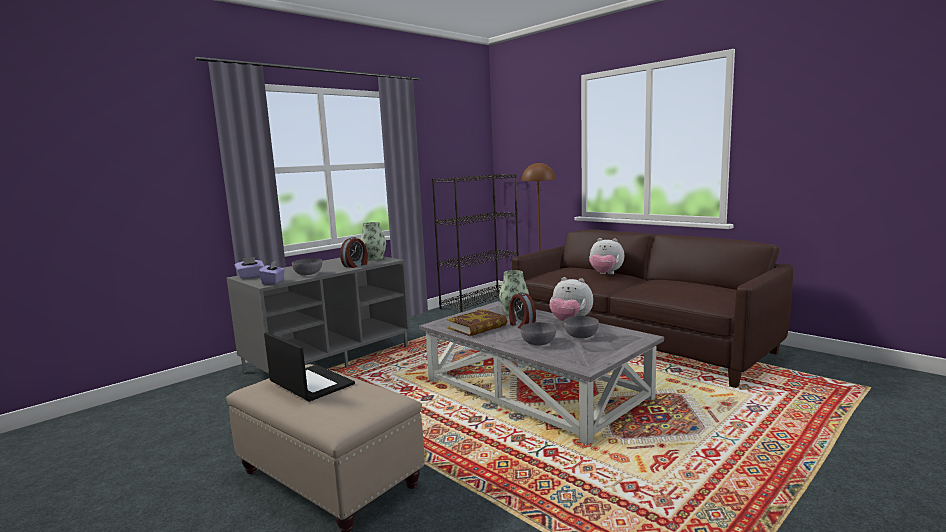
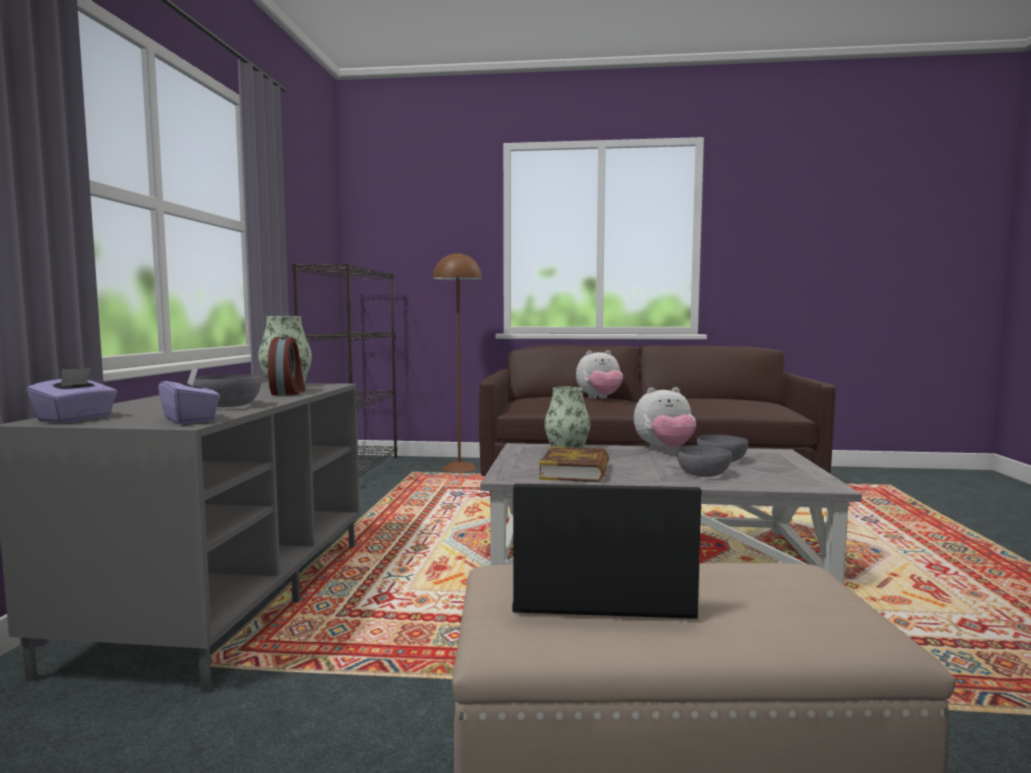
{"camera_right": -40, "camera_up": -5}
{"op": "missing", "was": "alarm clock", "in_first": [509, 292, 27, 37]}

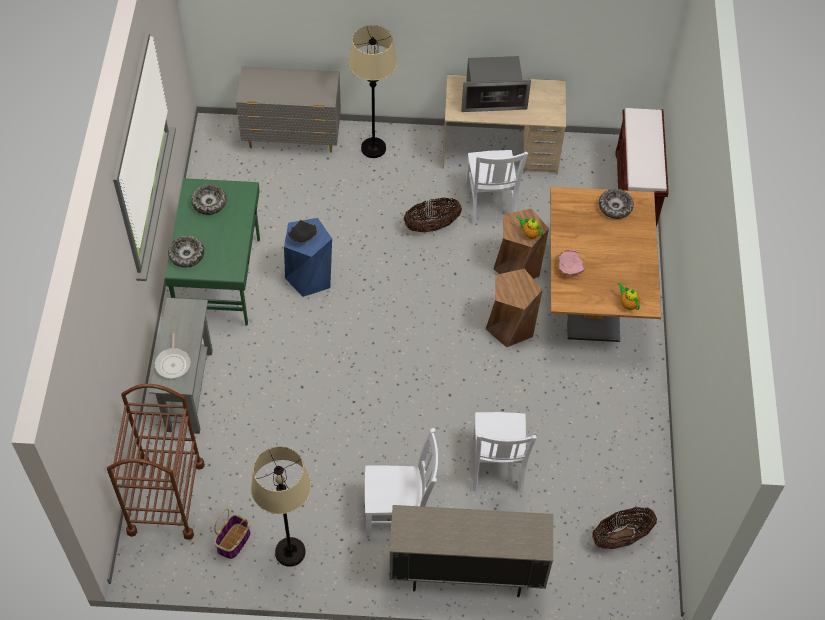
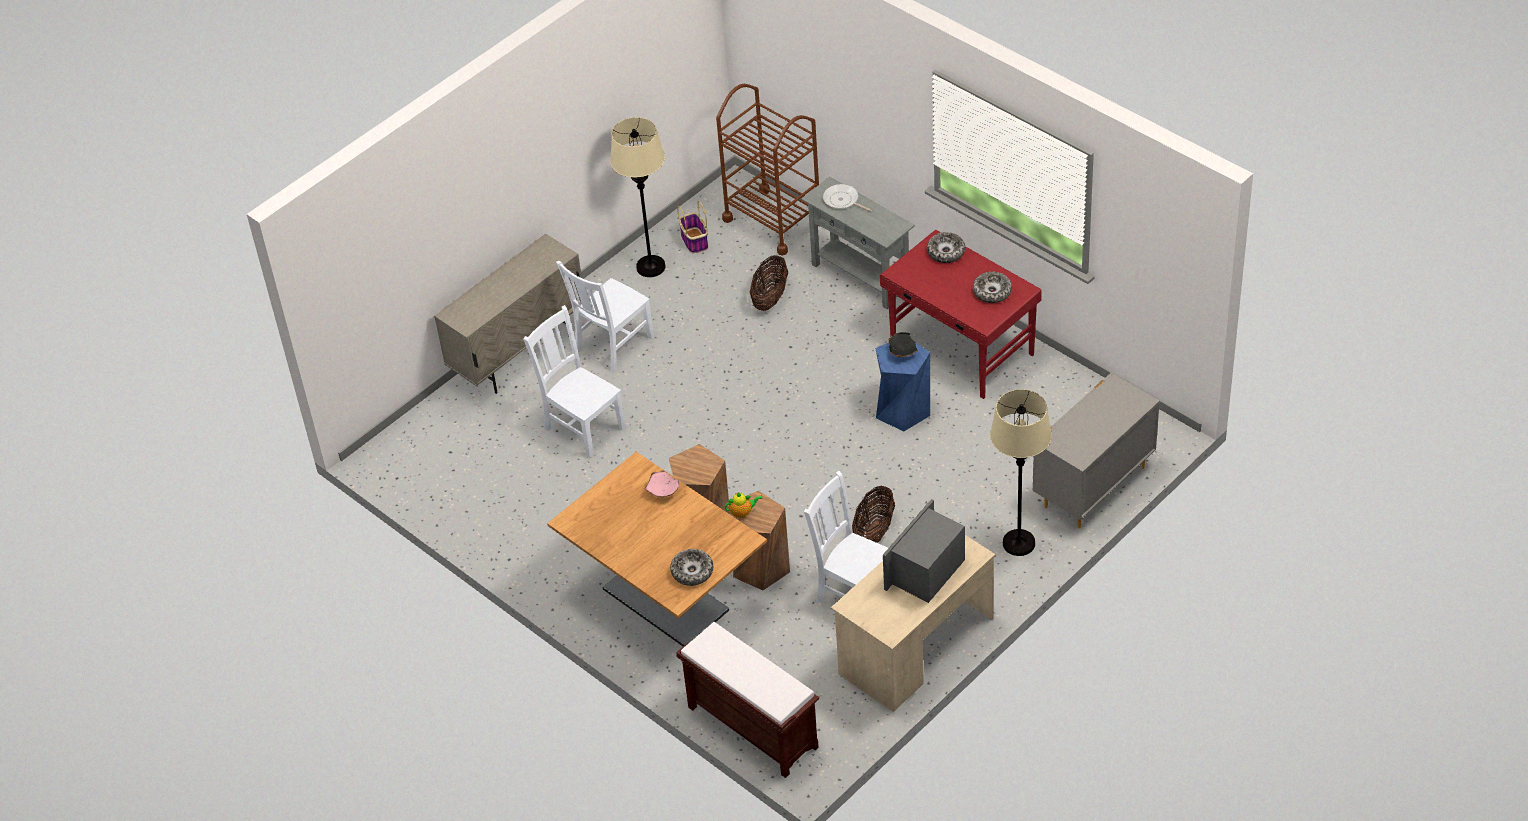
{"camera_right": 135, "camera_up": -10}
{"op": "relocated", "was": "household basket", "in_first": [592, 507, 65, 42], "in_second": [750, 255, 38, 56]}
{"op": "colour", "was": "desk unit (green)", "now": "desk unit (reddish)", "in_first": [165, 178, 95, 148], "in_second": [880, 230, 162, 169]}
{"op": "missing", "was": "teapot", "in_first": [618, 282, 22, 28]}

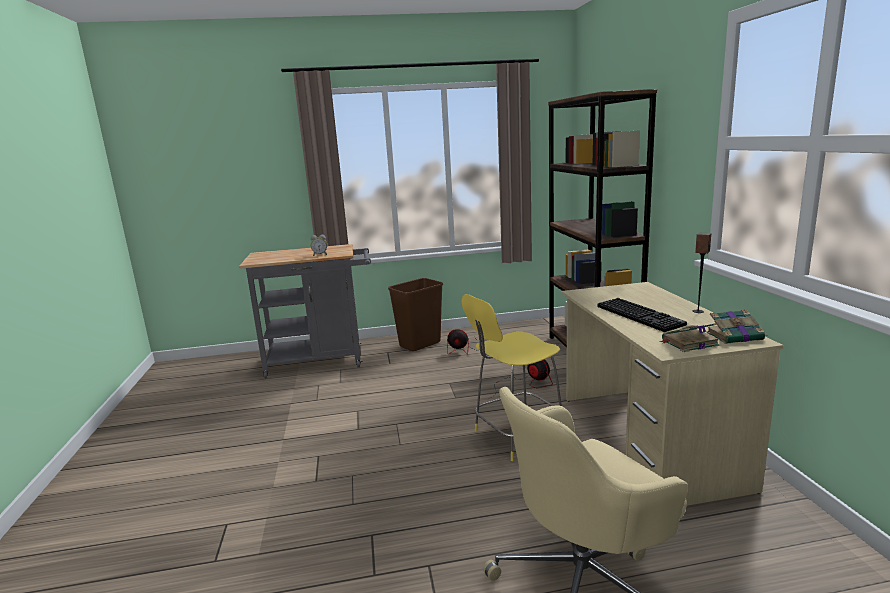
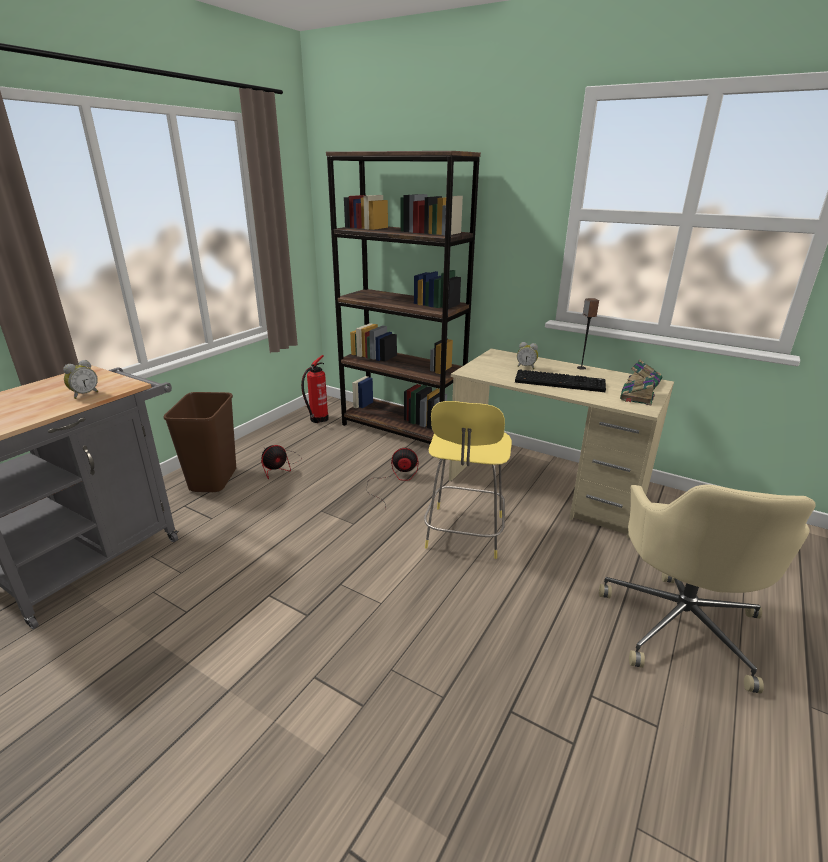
{"camera_right": -50, "camera_up": 10}
{"op": "appeared", "now": "fire extinguisher", "in_second": [301, 355, 28, 68]}
{"op": "appeared", "now": "alarm clock", "in_second": [517, 342, 21, 27]}

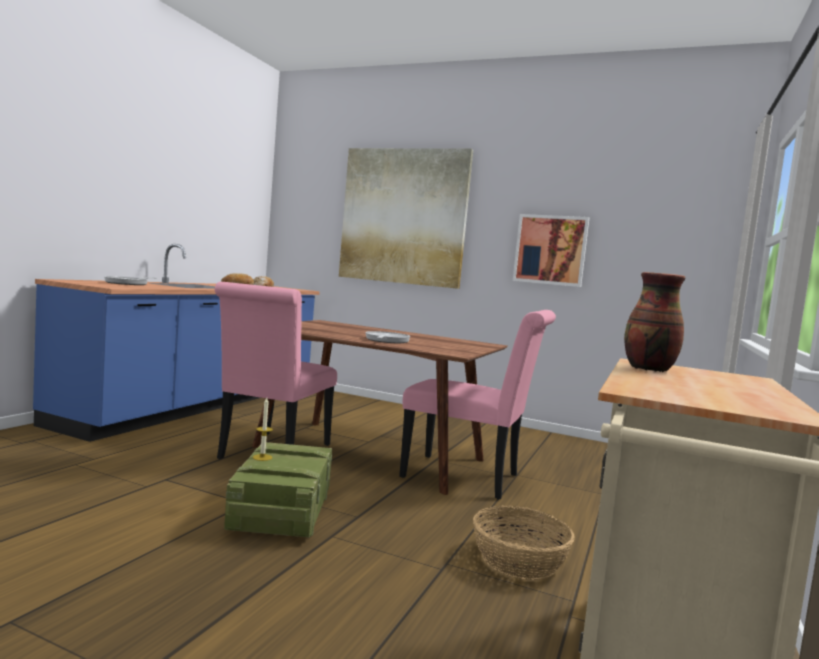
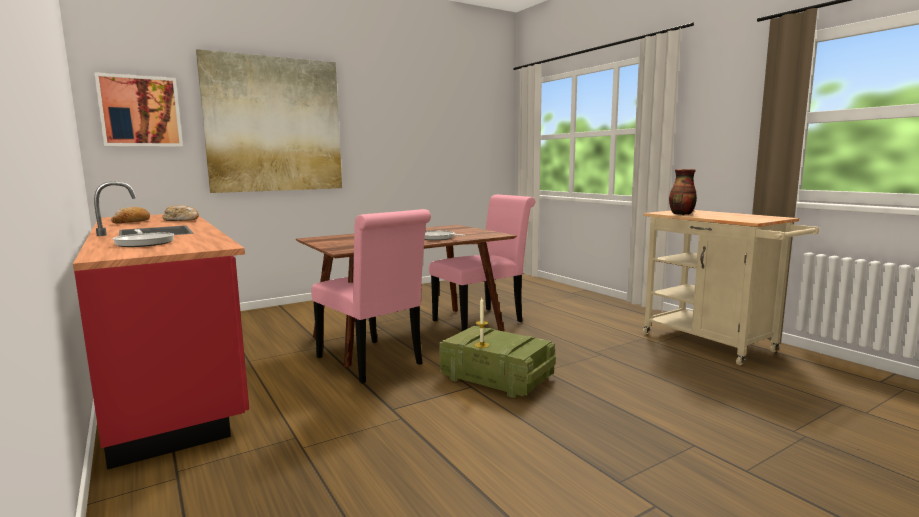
{"camera_right": -55, "camera_up": 5}
{"op": "colour", "was": "kitchen base unit (bluish)", "now": "kitchen base unit (reddish)", "in_first": [33, 244, 287, 198], "in_second": [73, 181, 176, 289]}
{"op": "relocated", "was": "wall art", "in_first": [513, 214, 76, 73], "in_second": [94, 72, 89, 75]}
{"op": "missing", "was": "household basket", "in_first": [473, 505, 102, 75]}

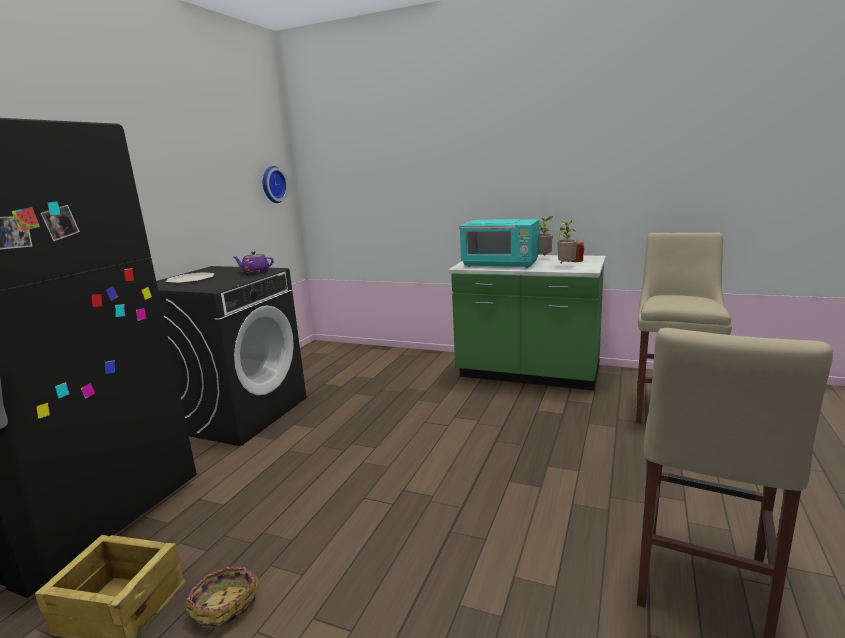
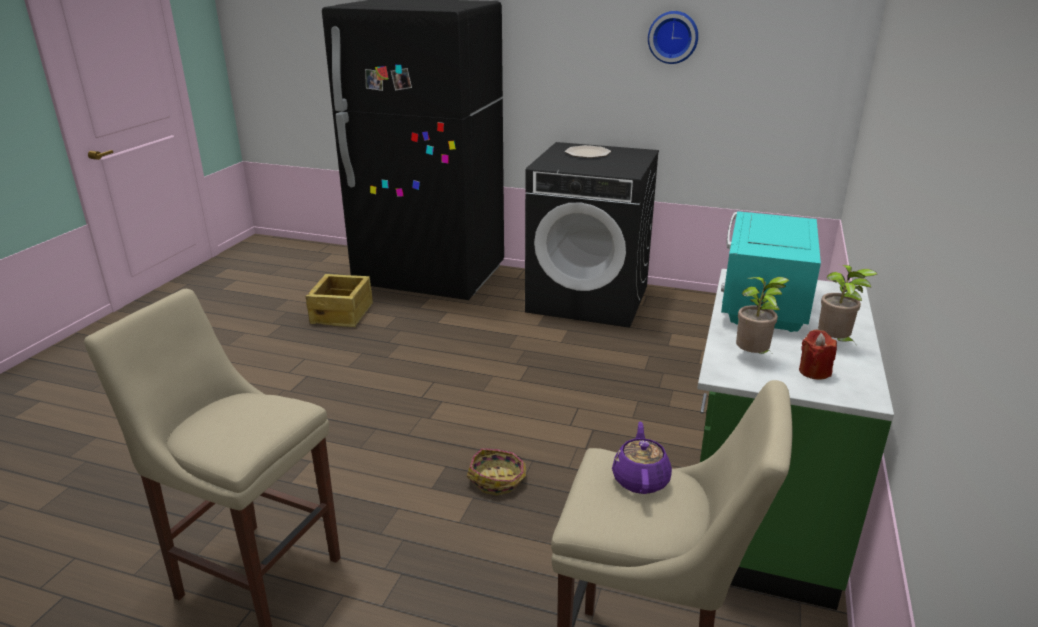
{"camera_right": 85, "camera_up": 10}
{"op": "relocated", "was": "household basket", "in_first": [186, 567, 72, 61], "in_second": [466, 448, 60, 48]}
{"op": "relocated", "was": "teapot (purple)", "in_first": [233, 251, 41, 23], "in_second": [612, 421, 60, 73]}
{"op": "relocated", "was": "clock on the wall", "in_first": [263, 166, 25, 37], "in_second": [648, 11, 50, 53]}

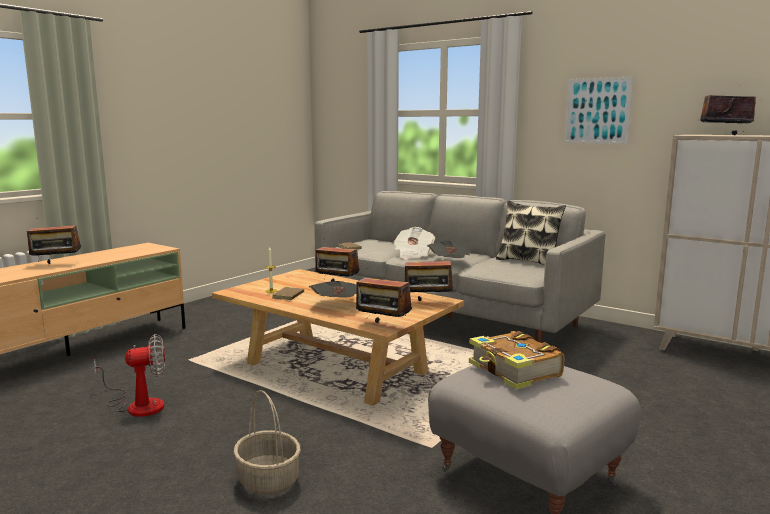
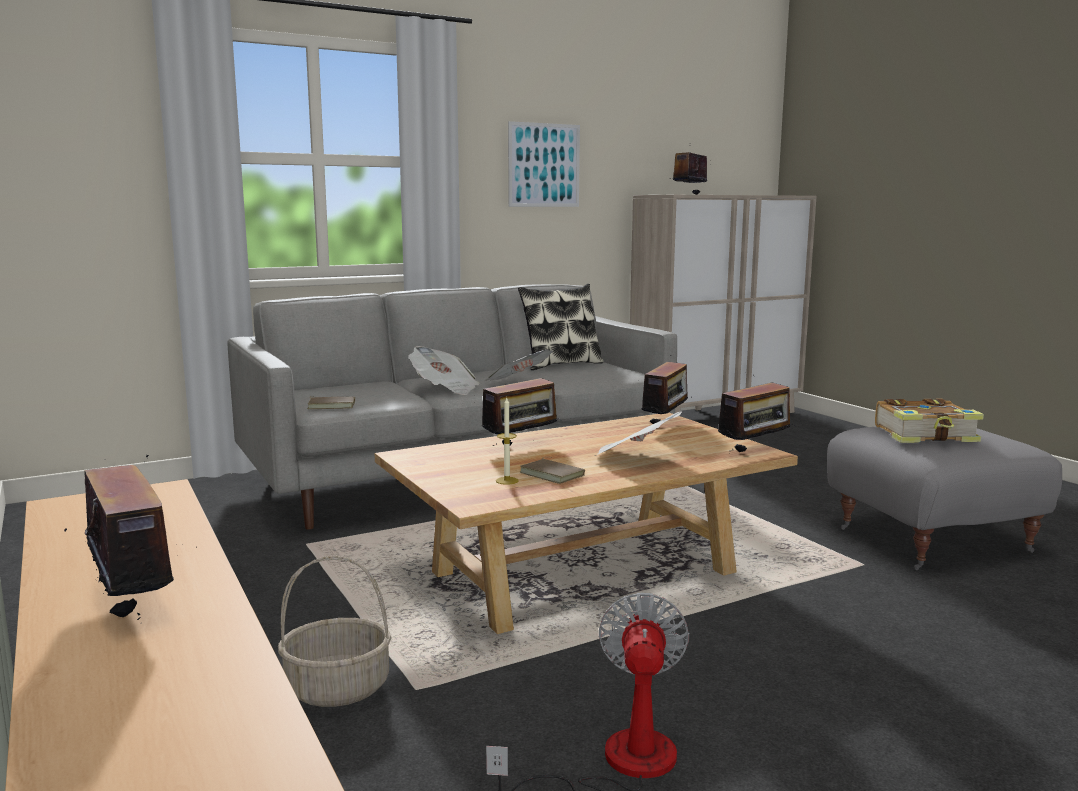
{"camera_right": -65, "camera_up": 0}
{"op": "spun", "was": "radio", "in_first": [27, 218, 54, 46], "in_second": [64, 455, 110, 169], "clockwise": -45}
{"op": "relocated", "was": "household basket", "in_first": [234, 390, 67, 105], "in_second": [278, 556, 114, 151]}

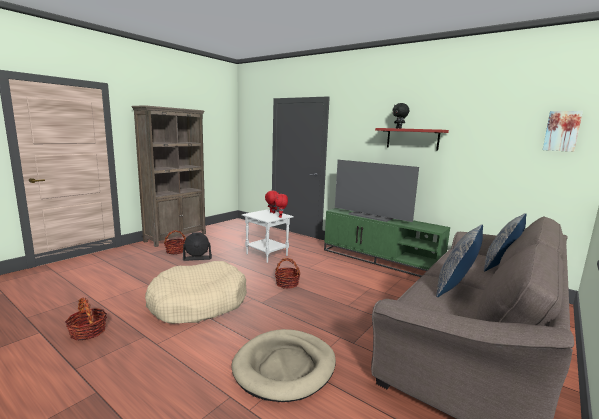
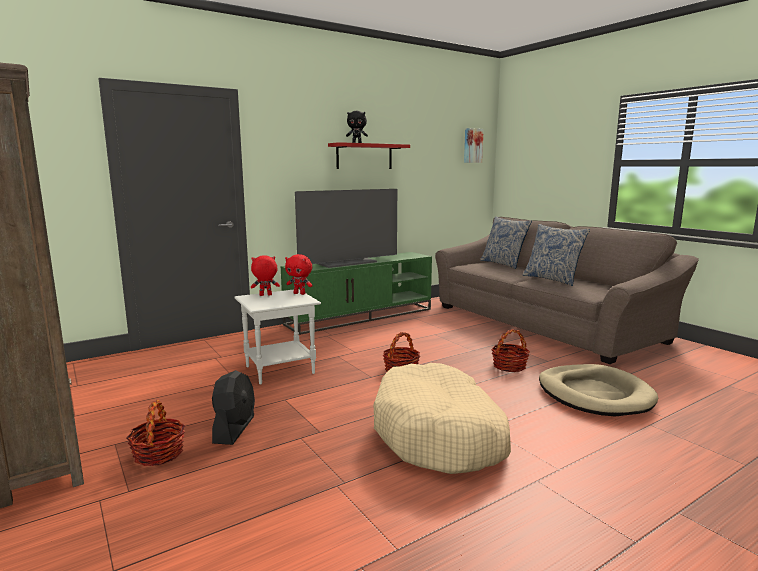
{"camera_right": -70, "camera_up": 0}
{"op": "relocated", "was": "household basket", "in_first": [65, 298, 42, 43], "in_second": [491, 329, 39, 43]}

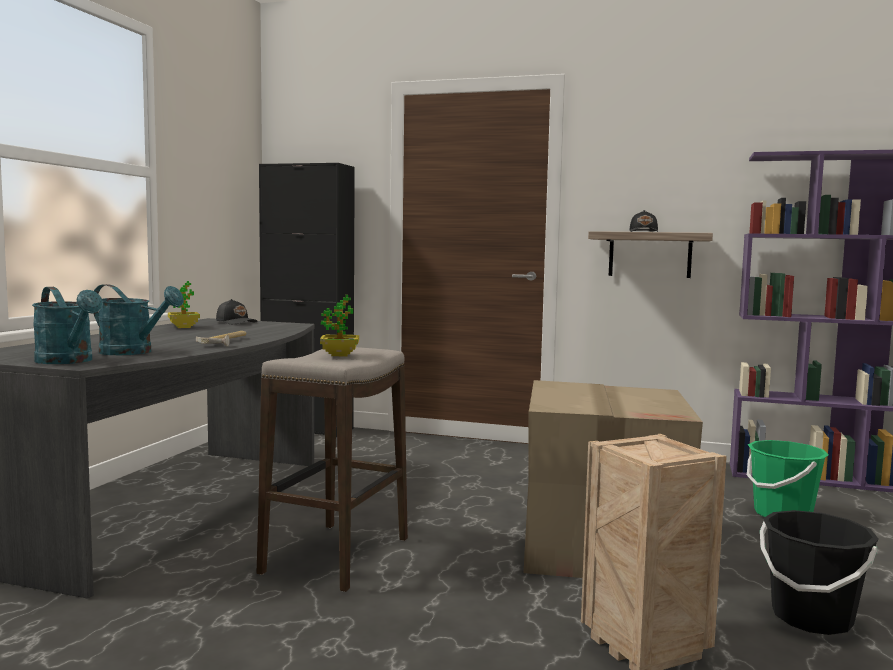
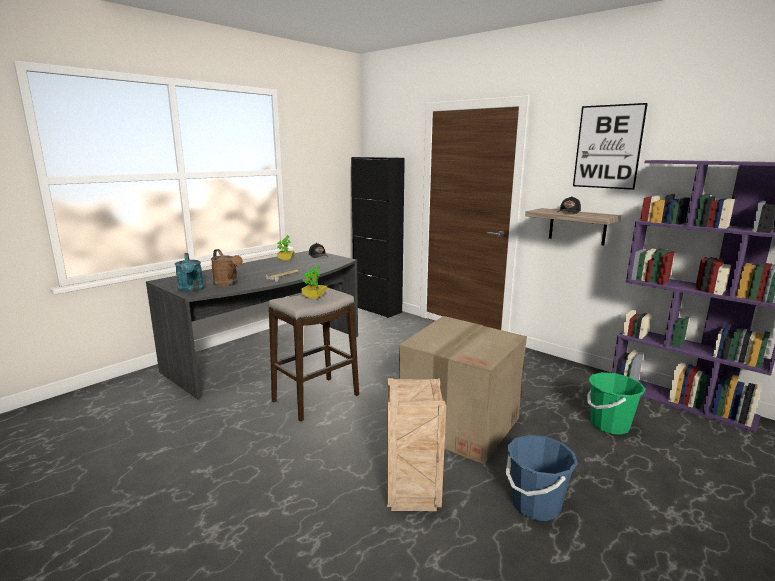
{"camera_right": 25, "camera_up": 10}
{"op": "colour", "was": "watering pot (turquoise-coloured)", "now": "watering pot (brown)", "in_first": [93, 284, 91, 71], "in_second": [211, 249, 32, 38]}
{"op": "colour", "was": "pail (black)", "now": "pail (bluish)", "in_first": [760, 510, 119, 125], "in_second": [506, 435, 72, 86]}
{"op": "appeared", "now": "wall art", "in_second": [573, 103, 75, 87]}

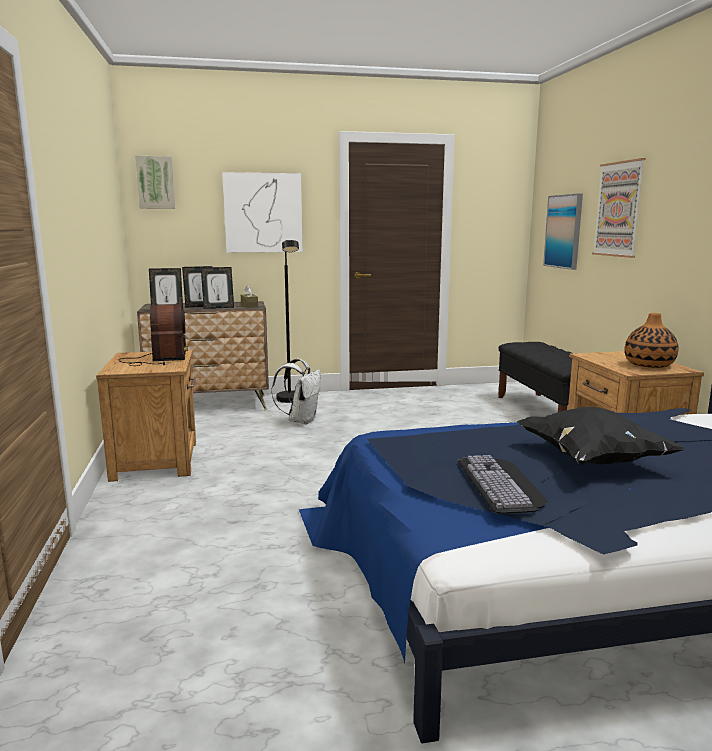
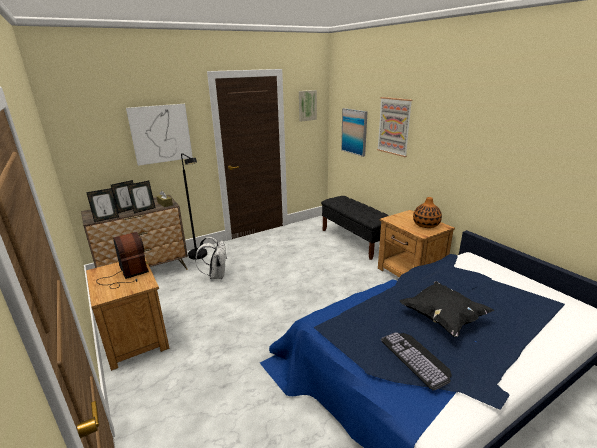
{"camera_right": -20, "camera_up": 10}
{"op": "relocated", "was": "wall art", "in_first": [135, 156, 40, 53], "in_second": [299, 90, 18, 31]}

